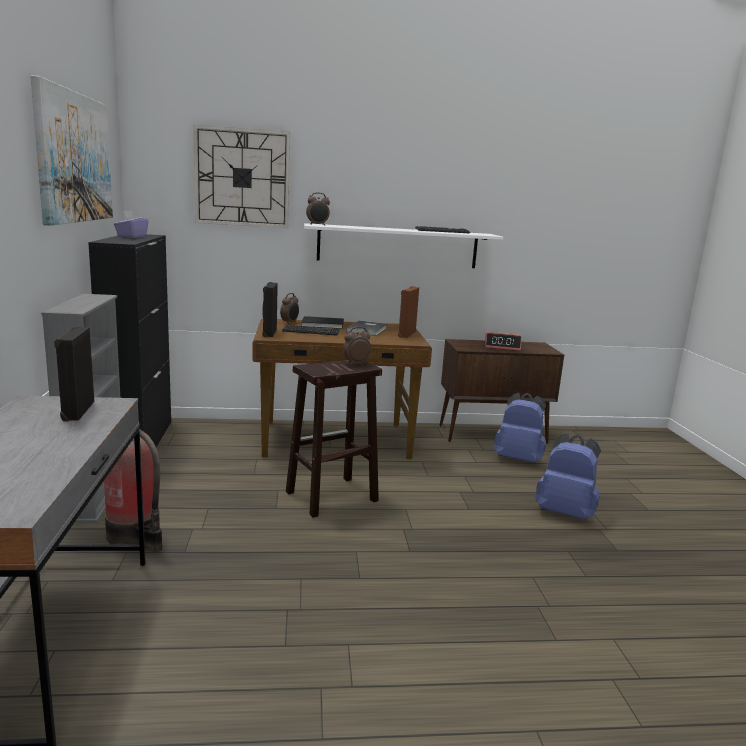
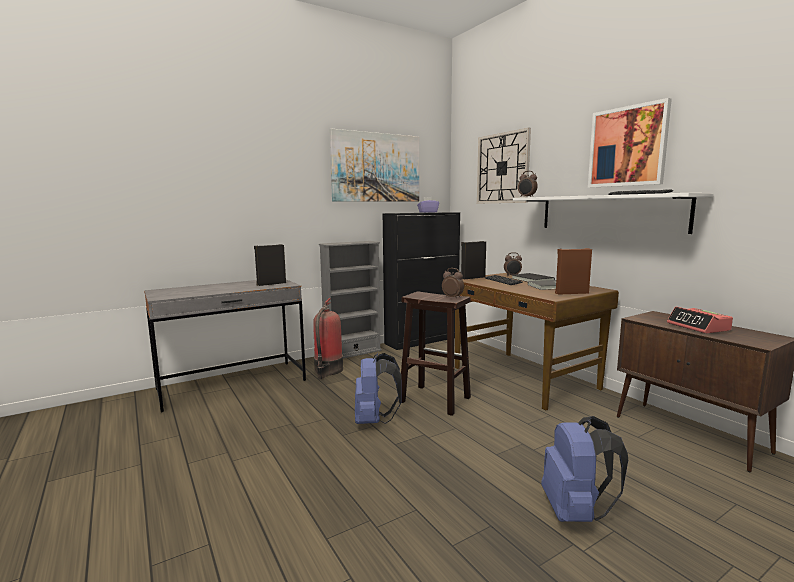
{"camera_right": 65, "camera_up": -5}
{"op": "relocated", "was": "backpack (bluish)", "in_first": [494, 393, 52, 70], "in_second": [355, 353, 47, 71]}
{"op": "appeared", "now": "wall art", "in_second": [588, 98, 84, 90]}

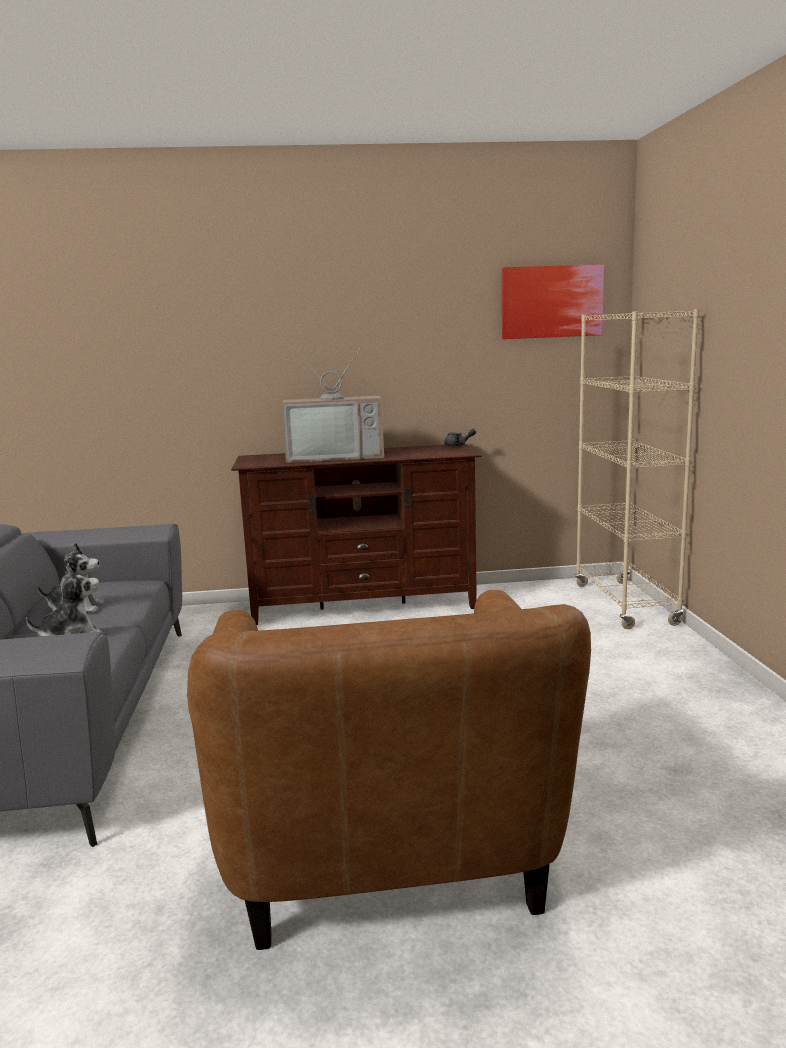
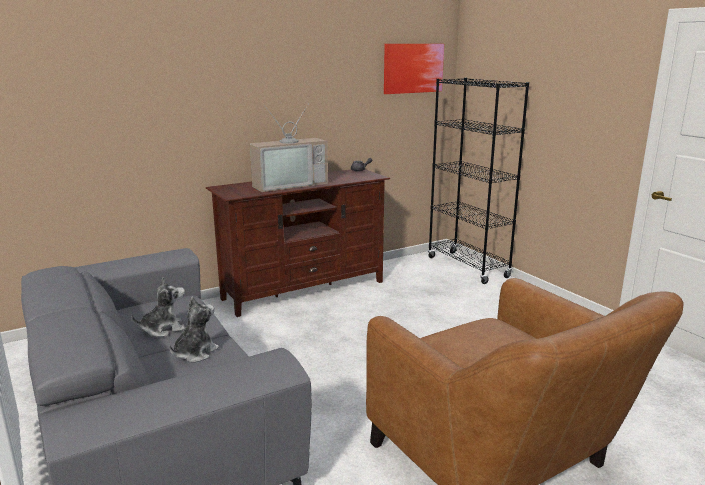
{"camera_right": -25, "camera_up": 5}
{"op": "colour", "was": "bookcase (beige)", "now": "bookcase (black)", "in_first": [575, 309, 124, 320], "in_second": [428, 78, 101, 206]}

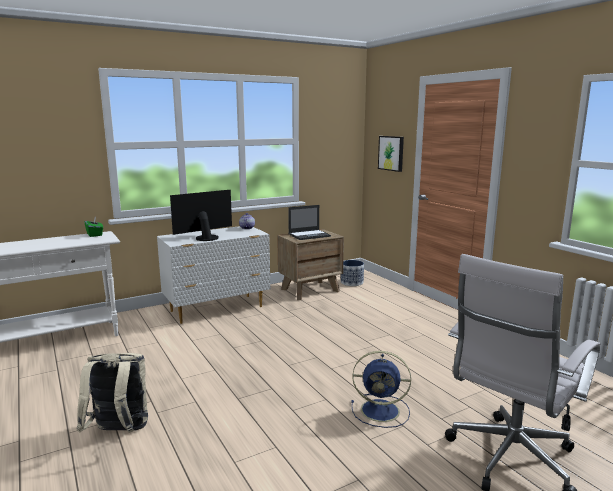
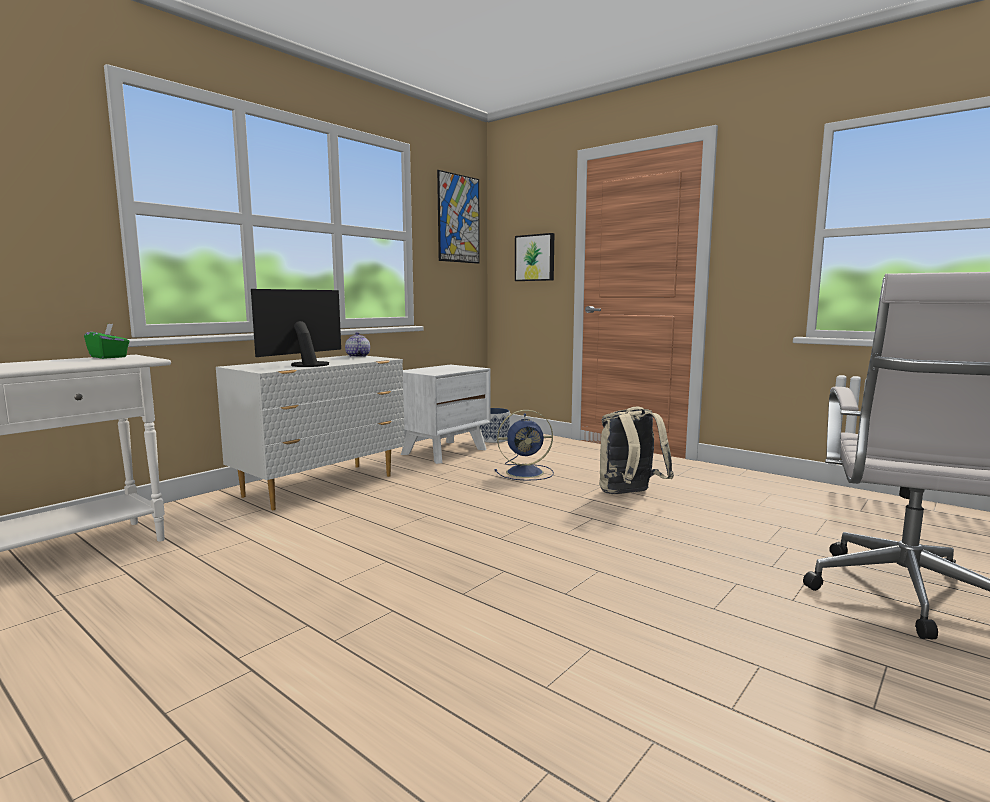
{"camera_right": -20, "camera_up": -5}
{"op": "colour", "was": "nightstand (brown)", "now": "nightstand (whitish)", "in_first": [277, 229, 67, 71], "in_second": [401, 365, 90, 99]}
{"op": "appeared", "now": "wall art", "in_second": [437, 170, 43, 94]}
{"op": "relocated", "was": "electric fan (bluish)", "in_first": [351, 351, 60, 77], "in_second": [495, 410, 59, 71]}
{"op": "relocated", "was": "backpack (beige)", "in_first": [77, 353, 71, 80], "in_second": [599, 407, 75, 87]}
{"op": "missing", "was": "portable computer", "in_first": [288, 205, 43, 35]}

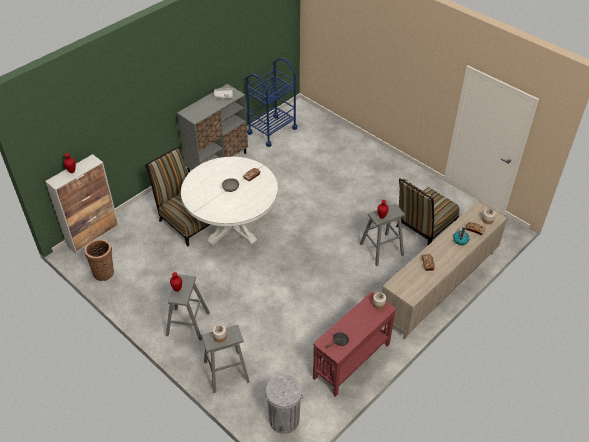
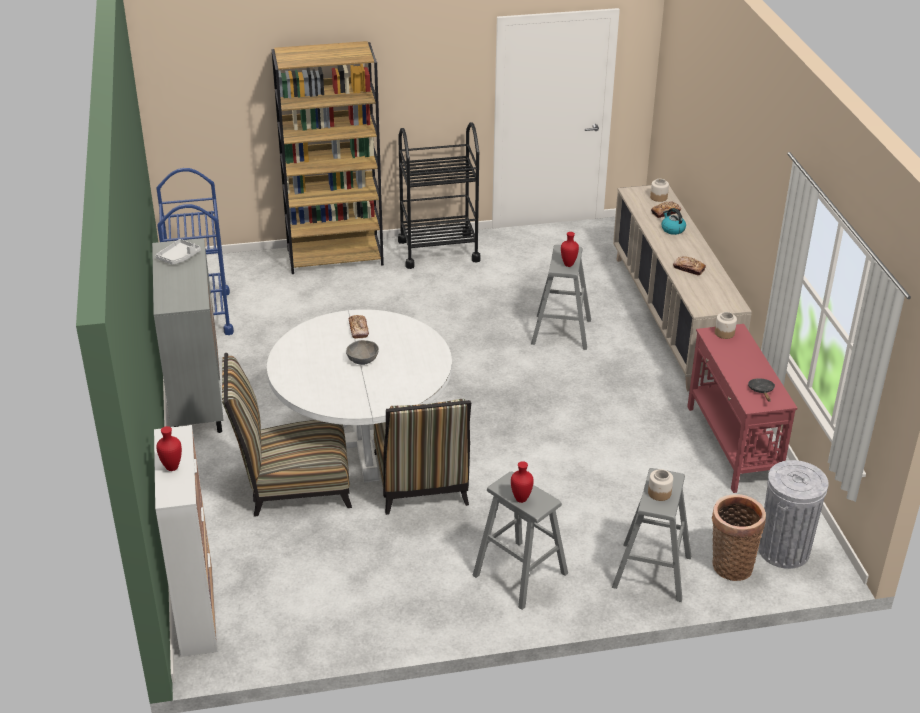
{"camera_right": -55, "camera_up": -10}
{"op": "appeared", "now": "bookcase (brown)", "in_second": [271, 41, 113, 233]}
{"op": "relocated", "was": "chair", "in_first": [396, 178, 64, 67], "in_second": [374, 398, 97, 117]}
{"op": "appeared", "now": "trolley (black)", "in_second": [398, 122, 83, 147]}
{"op": "relocated", "was": "household basket", "in_first": [84, 239, 30, 42], "in_second": [712, 494, 54, 87]}

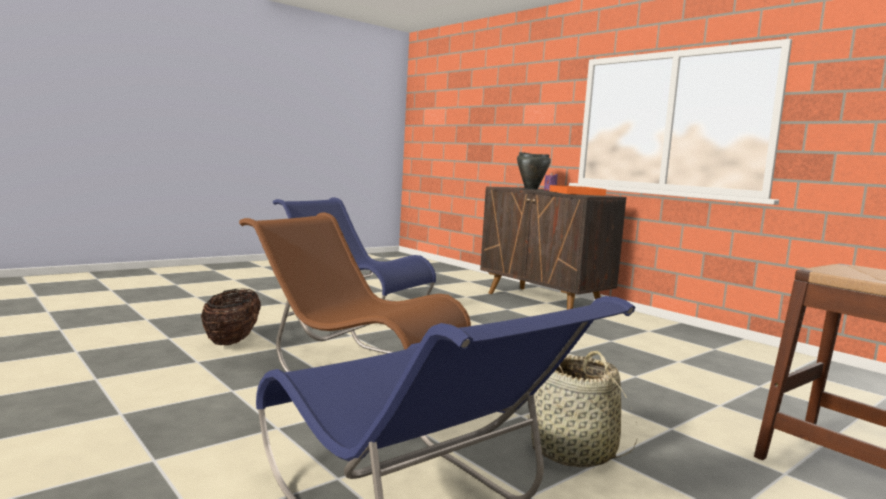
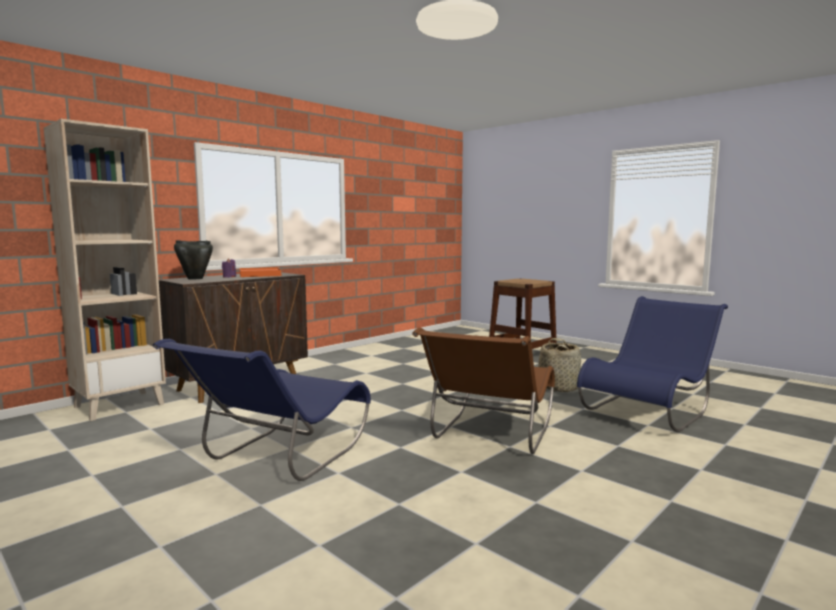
{"camera_right": -95, "camera_up": 0}
{"op": "appeared", "now": "bookcase (beige)", "in_second": [43, 119, 123, 302]}
{"op": "missing", "was": "household basket", "in_first": [201, 289, 60, 56]}

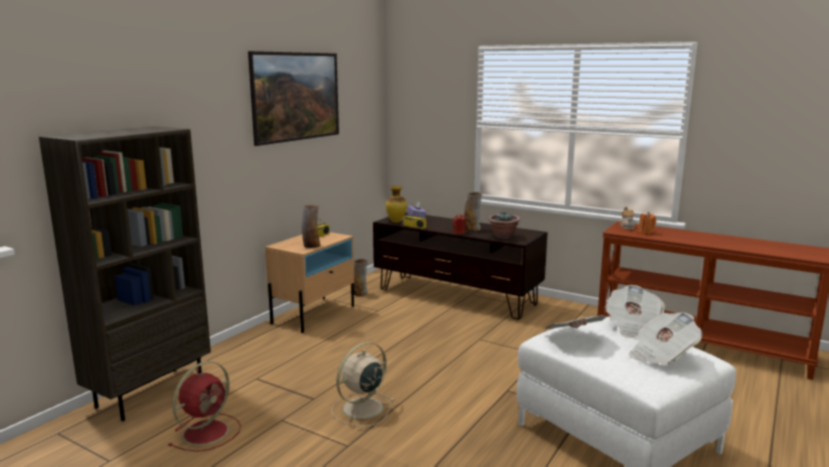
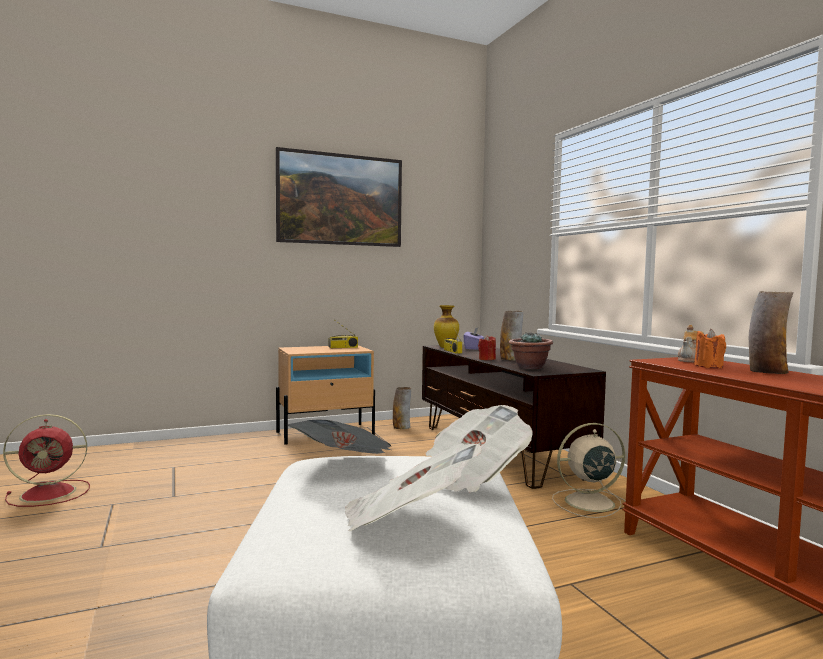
{"camera_right": 35, "camera_up": -10}
{"op": "relocated", "was": "electric fan (beige)", "in_first": [331, 342, 63, 85], "in_second": [552, 423, 74, 95]}
{"op": "relocated", "was": "decorative vase", "in_first": [302, 205, 18, 43], "in_second": [748, 291, 45, 83]}
{"op": "missing", "was": "bookcase (brown)", "in_first": [39, 126, 172, 295]}

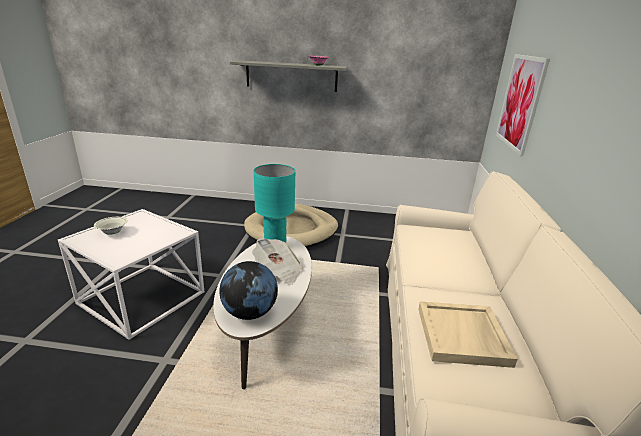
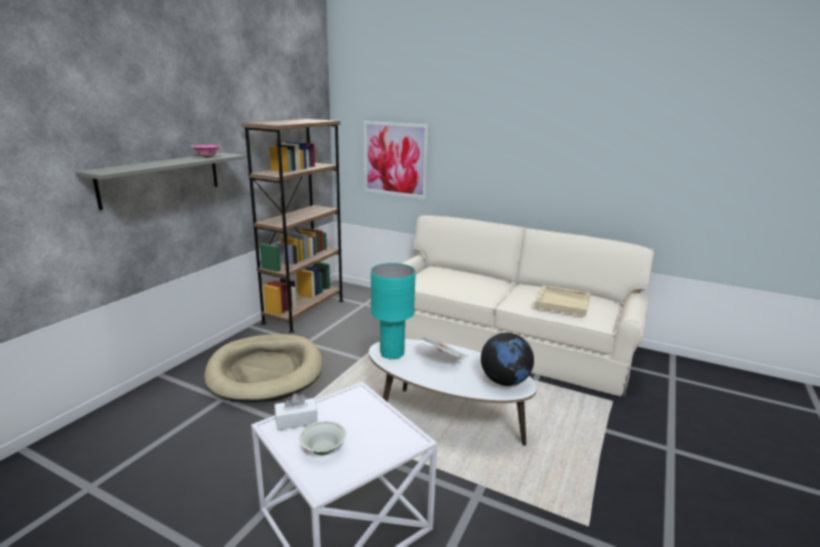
{"camera_right": -70, "camera_up": -5}
{"op": "appeared", "now": "bookcase (brown)", "in_second": [241, 119, 102, 214]}
{"op": "appeared", "now": "tissue holder (whitish)", "in_second": [275, 393, 43, 38]}

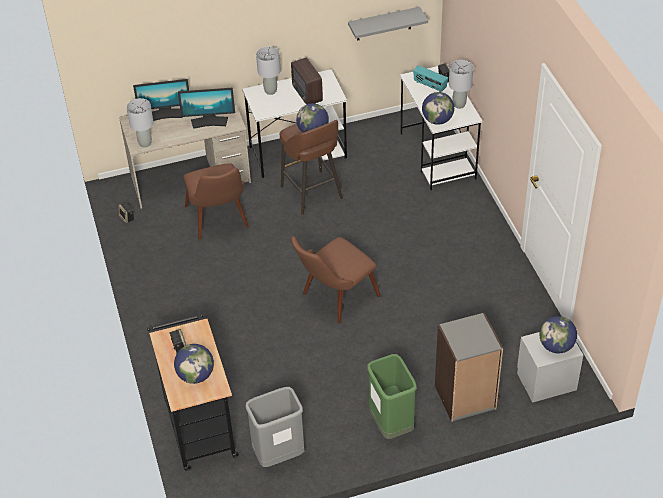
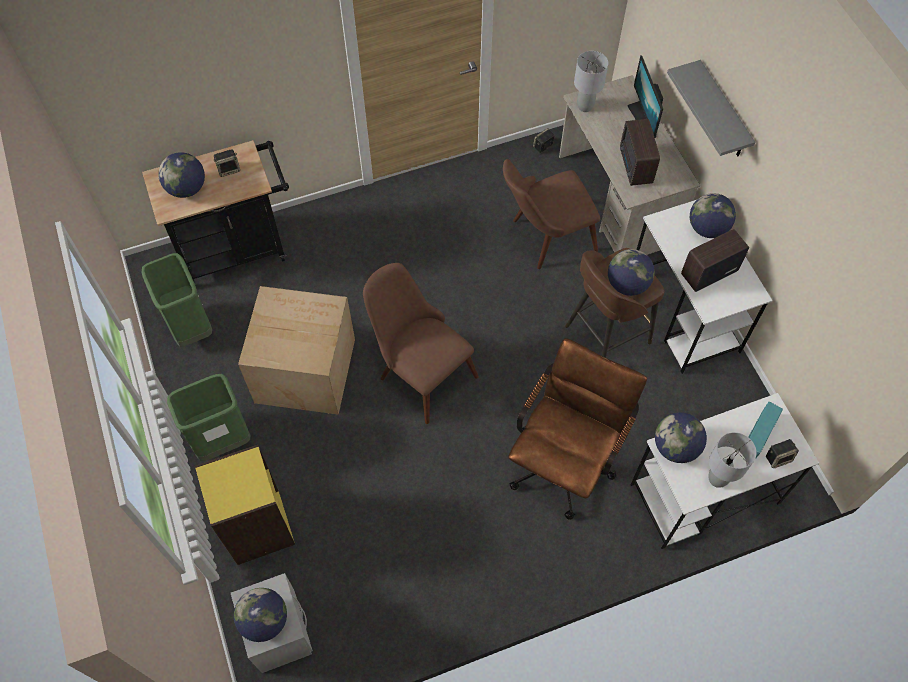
{"camera_right": 85, "camera_up": 15}
{"op": "colour", "was": "trash can (gray)", "now": "trash can (green)", "in_first": [246, 387, 58, 80], "in_second": [142, 253, 70, 94]}
{"op": "colour", "was": "bookcase (gray)", "now": "bookcase (yellow)", "in_first": [435, 312, 68, 110], "in_second": [195, 445, 100, 120]}
{"op": "appeared", "now": "cardboard box", "in_second": [238, 286, 117, 129]}
{"op": "appeared", "now": "computer chair (brown)", "in_second": [508, 338, 139, 182]}
{"op": "exchanged", "was": "computer screen", "now": "radio", "in_first": [178, 88, 57, 41], "in_second": [620, 119, 40, 67]}
{"op": "relocated", "was": "shelf (gray)", "in_first": [348, 7, 80, 34], "in_second": [667, 60, 88, 96]}
{"op": "exchanged", "was": "tabletop lamp (gray)", "now": "desk globe", "in_first": [256, 47, 25, 48], "in_second": [690, 193, 46, 45]}

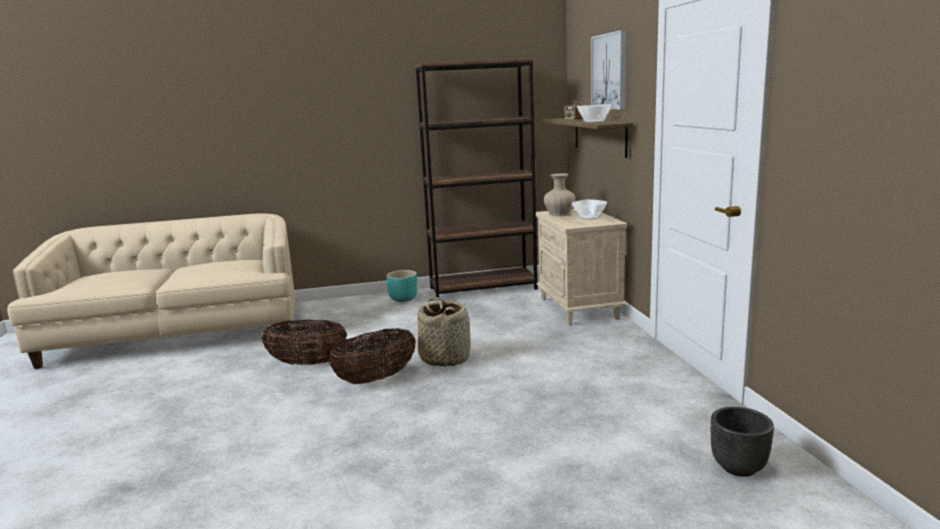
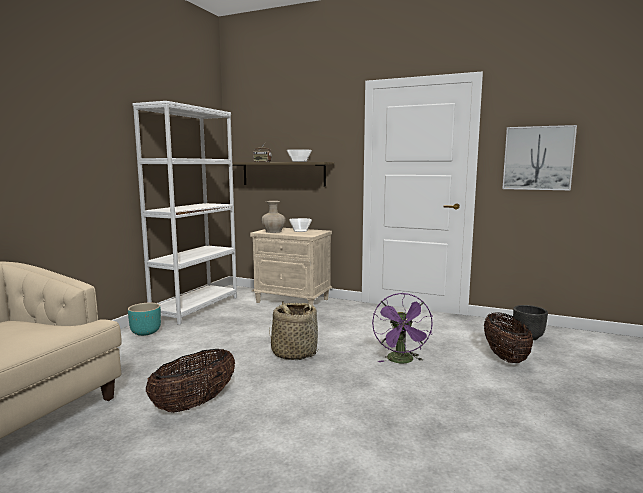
{"camera_right": -55, "camera_up": -5}
{"op": "colour", "was": "bookcase (brown)", "now": "bookcase (whitish)", "in_first": [415, 58, 123, 242], "in_second": [132, 101, 105, 224]}
{"op": "appeared", "now": "electric fan (purple)", "in_second": [372, 293, 61, 71]}
{"op": "relocated", "was": "household basket", "in_first": [329, 328, 87, 56], "in_second": [484, 312, 49, 51]}
{"op": "relocated", "was": "wall art", "in_first": [591, 30, 35, 80], "in_second": [502, 125, 75, 65]}

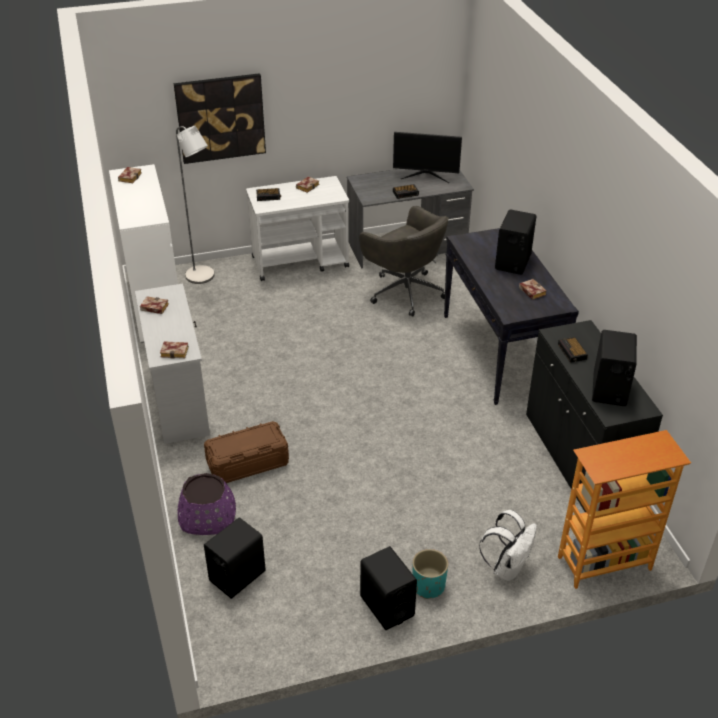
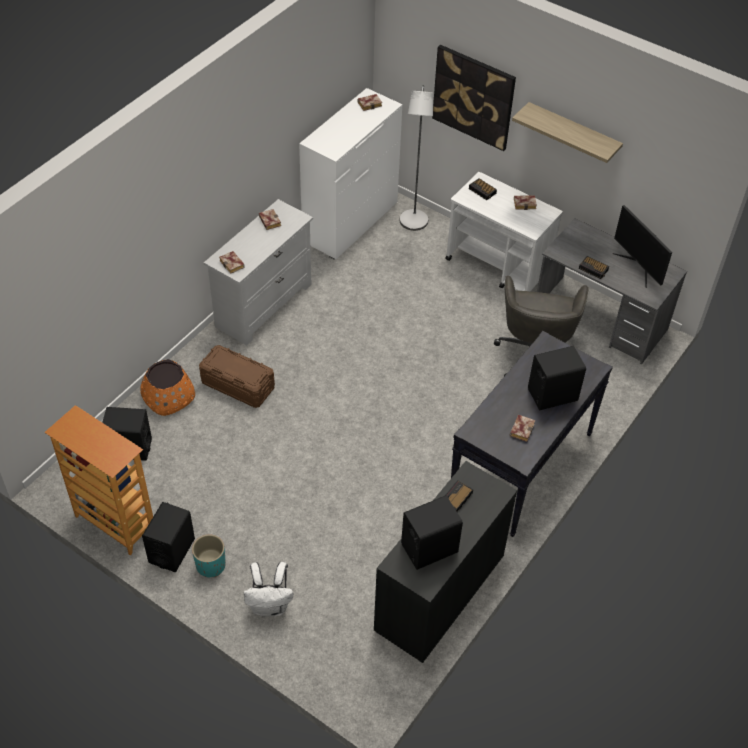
{"camera_right": 50, "camera_up": 10}
{"op": "relocated", "was": "bookcase", "in_first": [558, 430, 133, 159], "in_second": [45, 405, 108, 150]}
{"op": "colour", "was": "flower pot (purple)", "now": "flower pot (orange)", "in_first": [178, 473, 58, 62], "in_second": [140, 359, 55, 57]}
{"op": "appeared", "now": "shelf", "in_second": [512, 102, 111, 61]}

